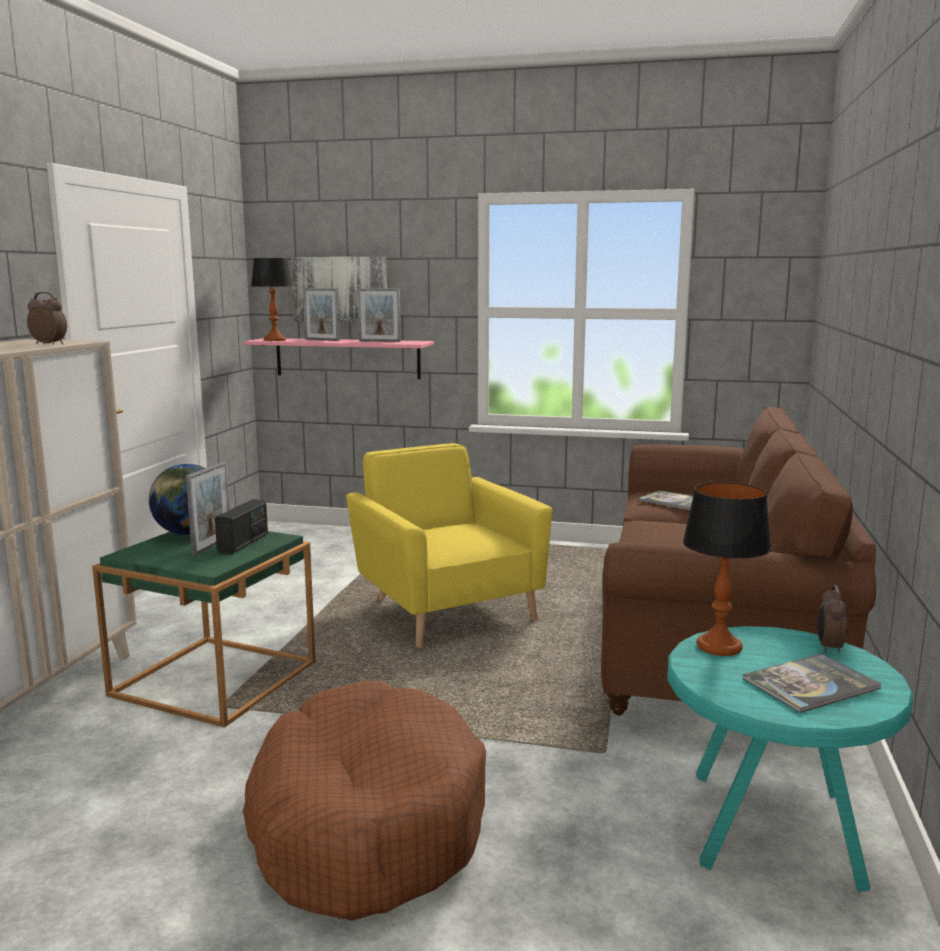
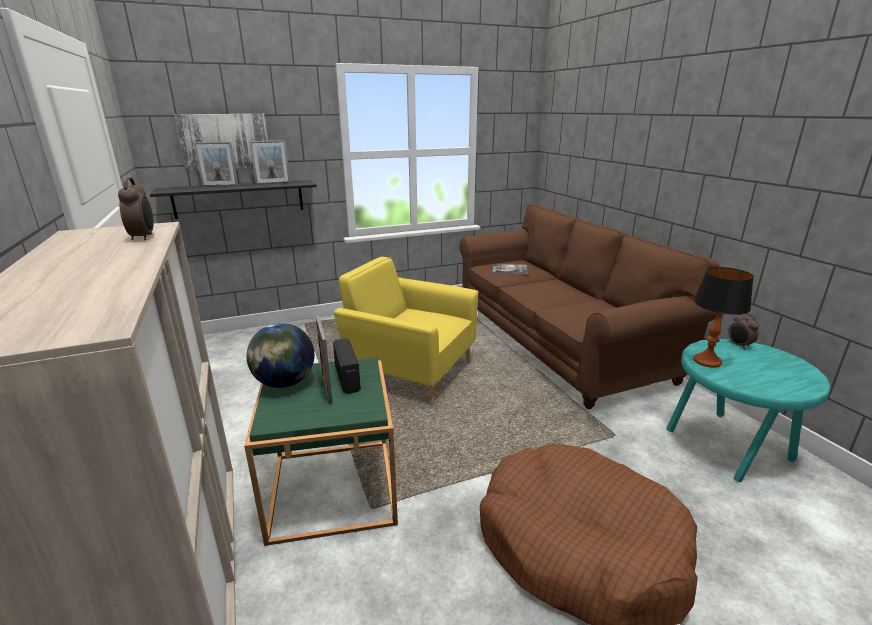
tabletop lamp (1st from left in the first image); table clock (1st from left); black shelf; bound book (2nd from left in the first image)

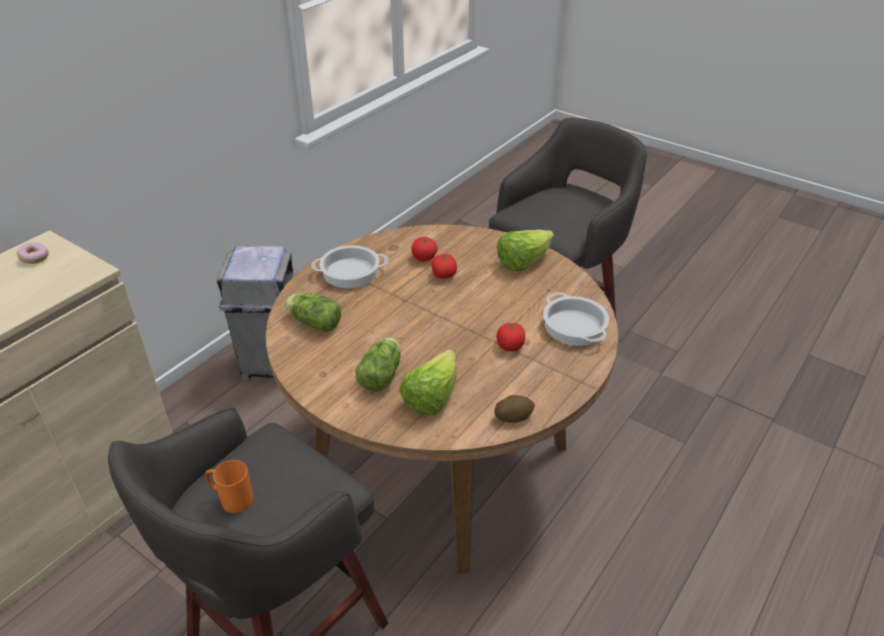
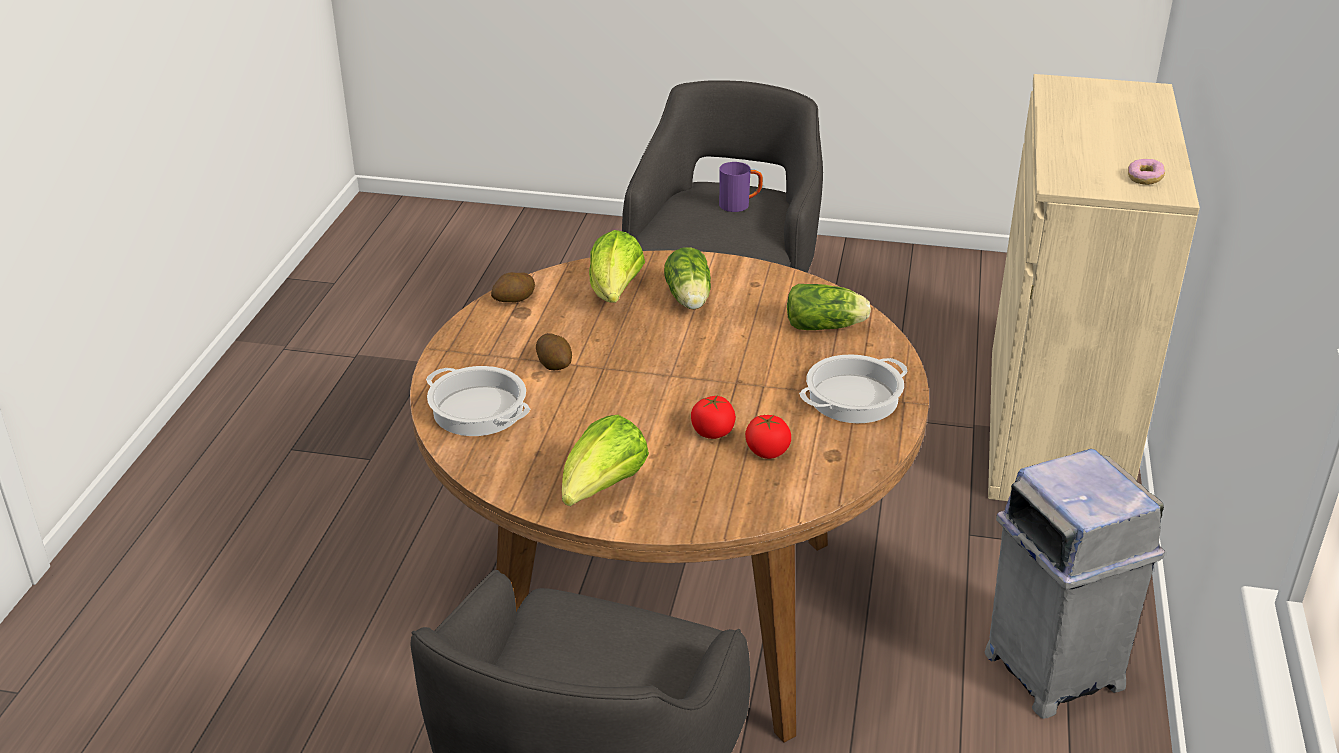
whole potato (2nd from left); purple-coloured mug

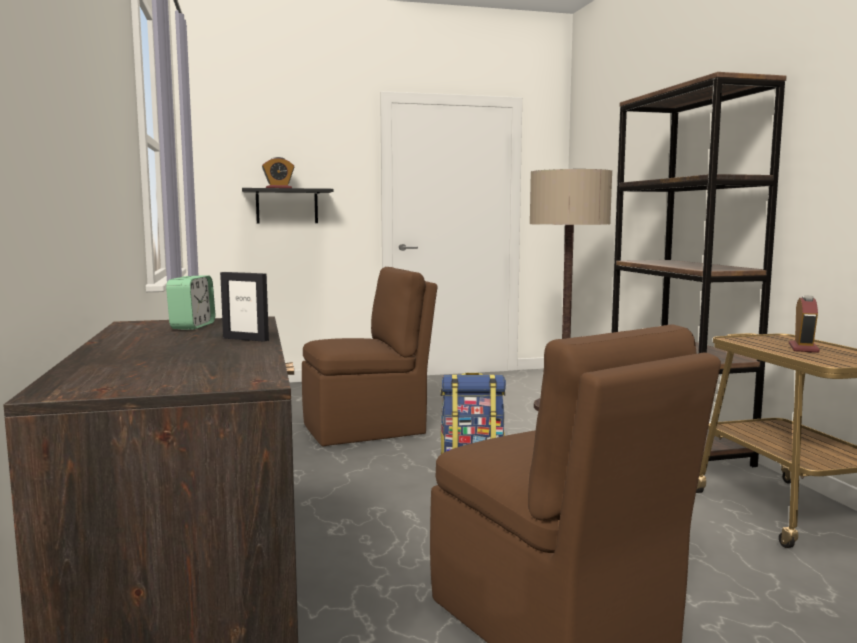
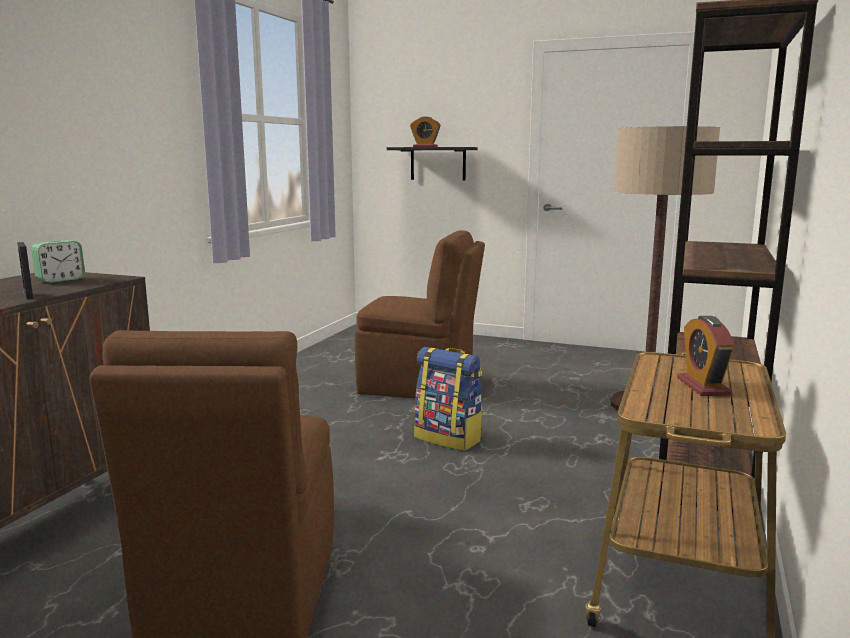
table clock (3rd from left)

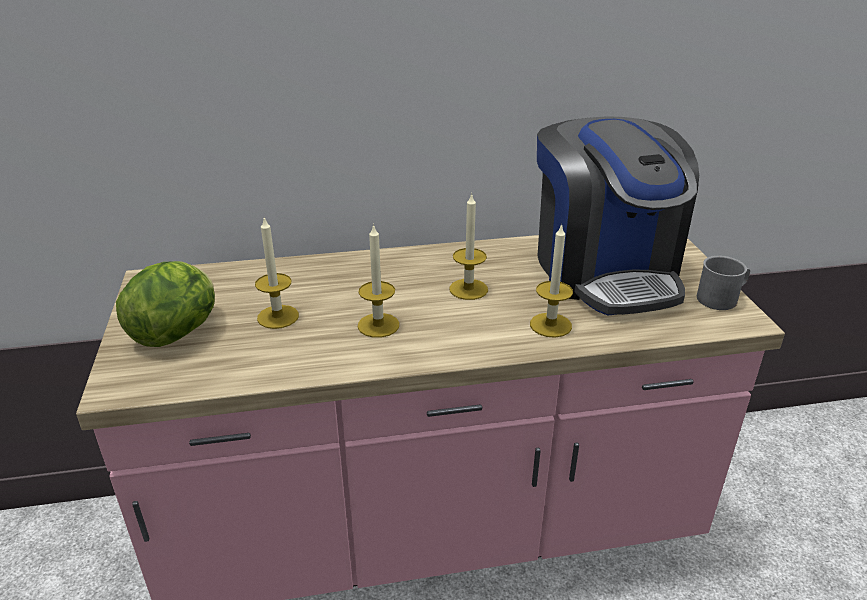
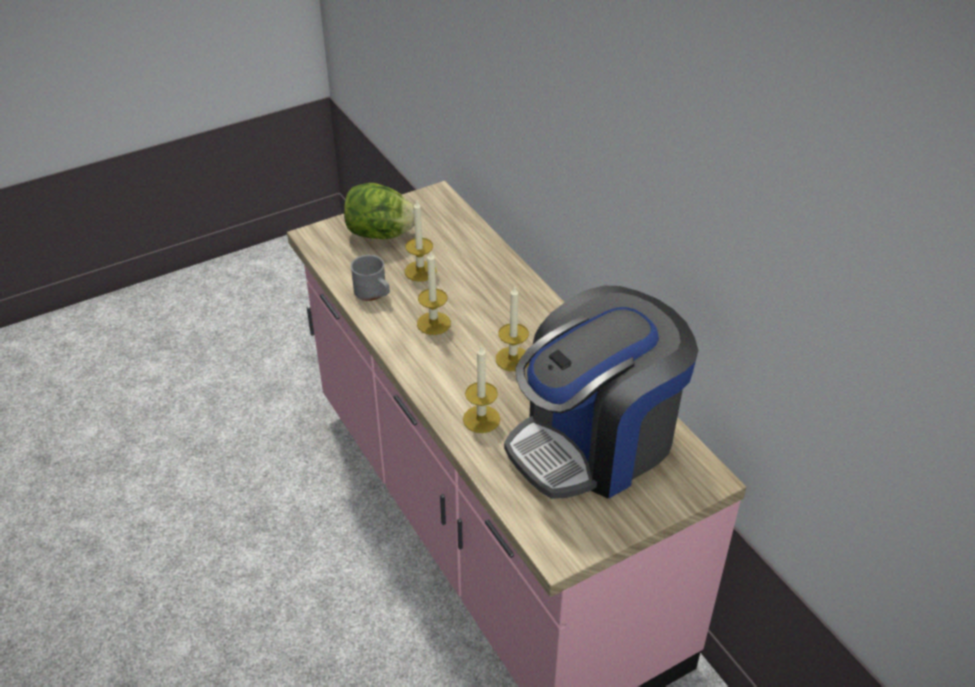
grey mug

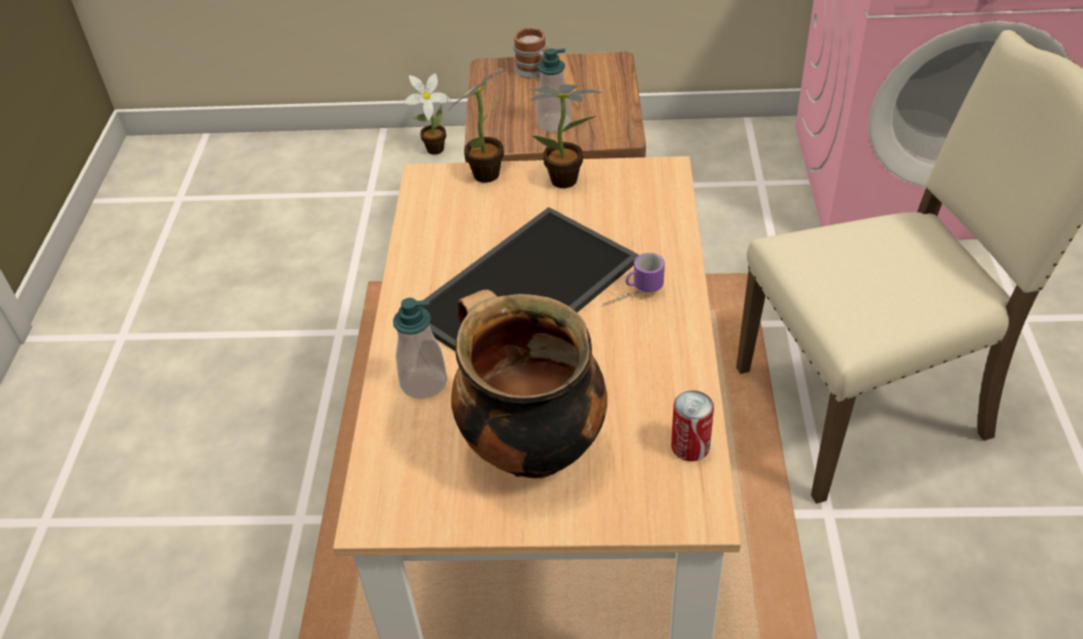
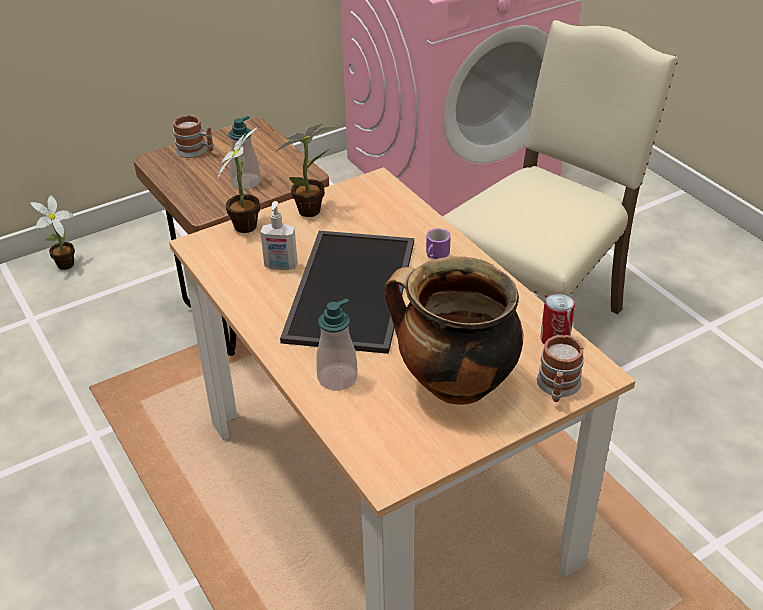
soap dispenser (2nd from left); mug (3rd from left)

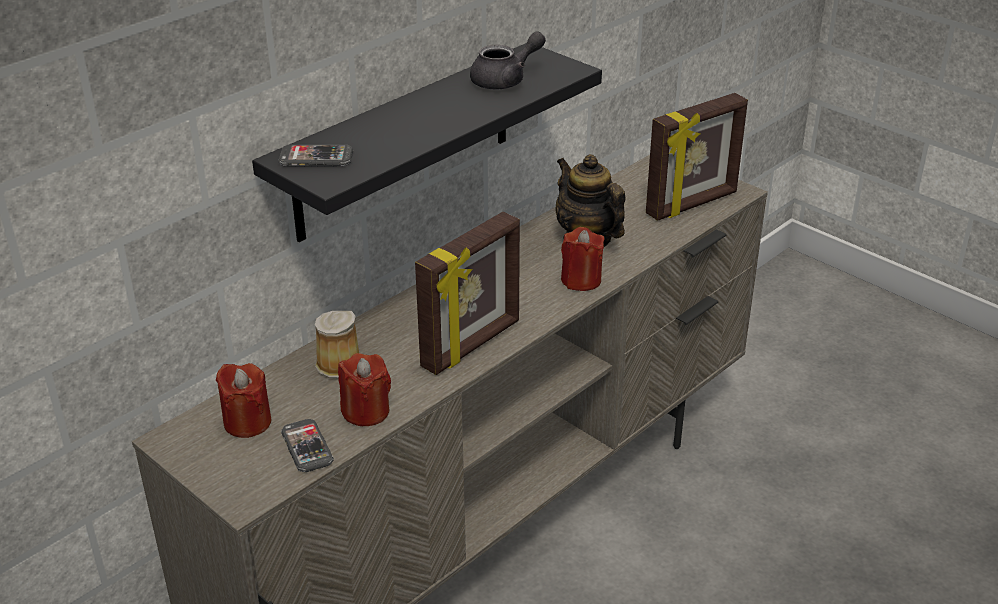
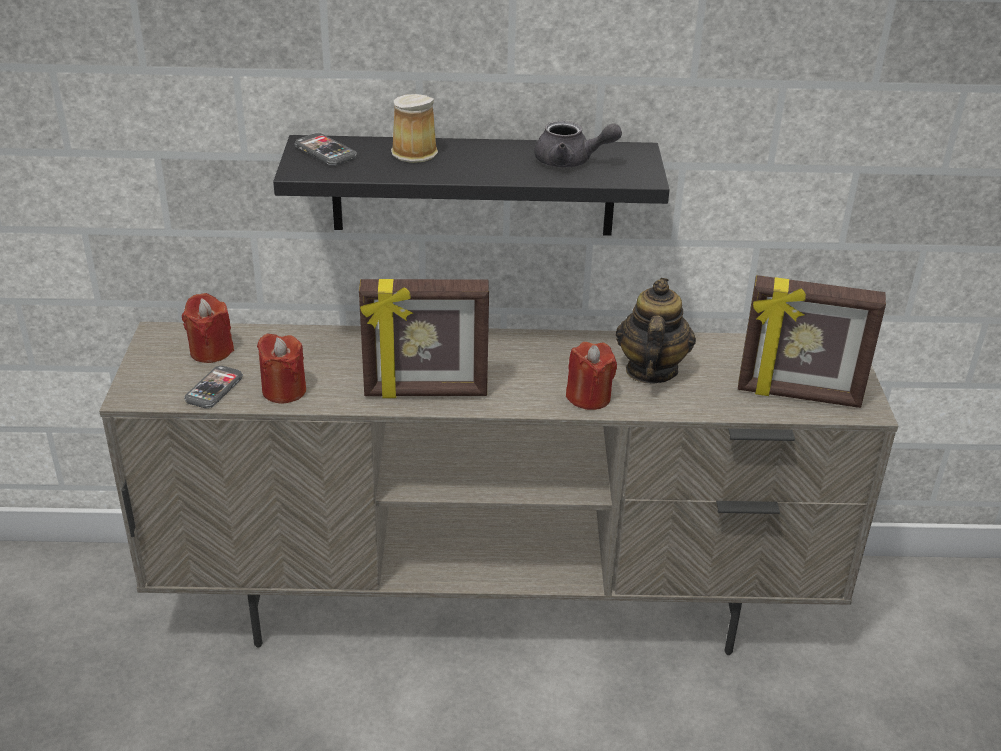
mug

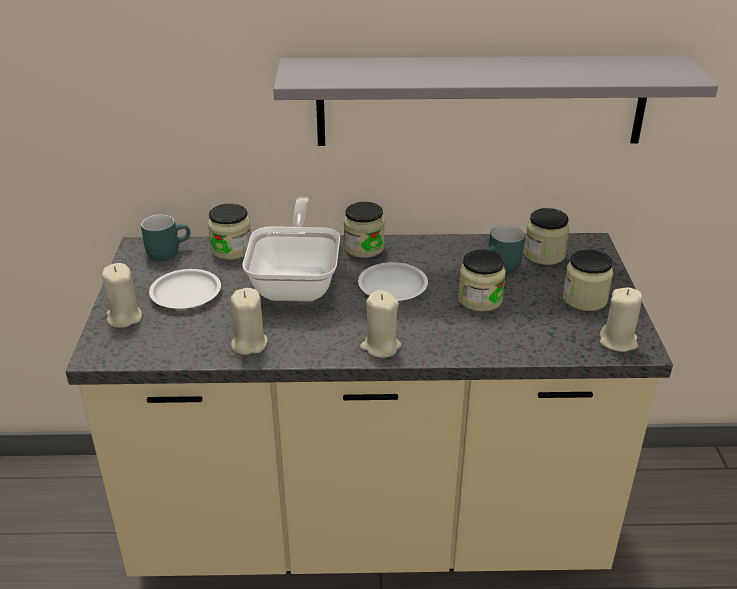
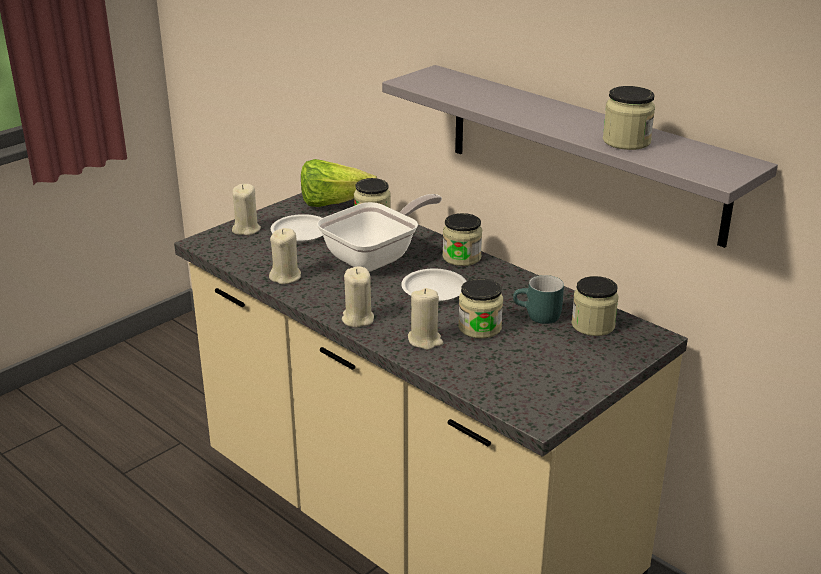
lettuce head; storage jar (5th from left); beige candle (4th from left)

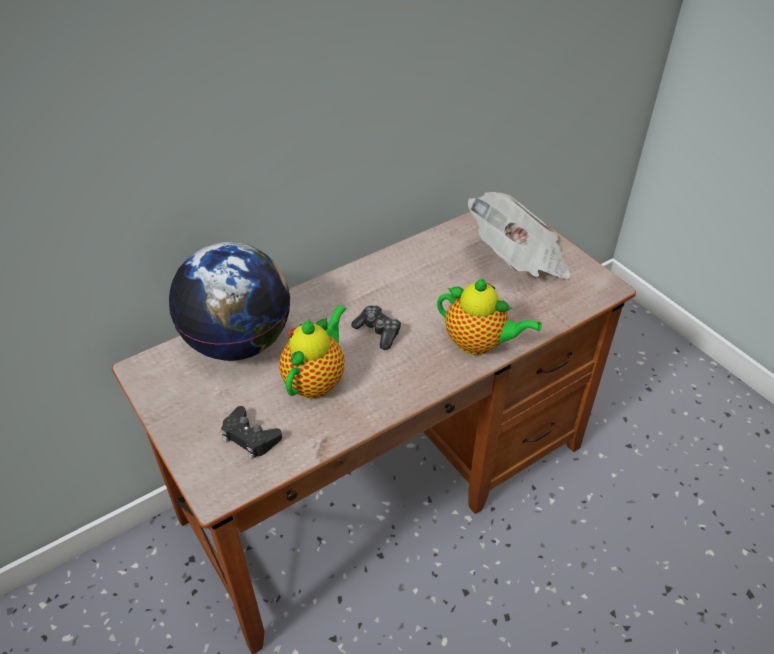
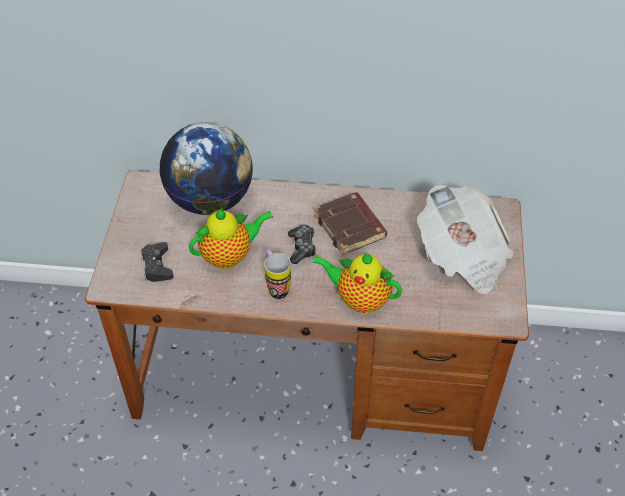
pot for tea (2nd from left); brown bound book; mug

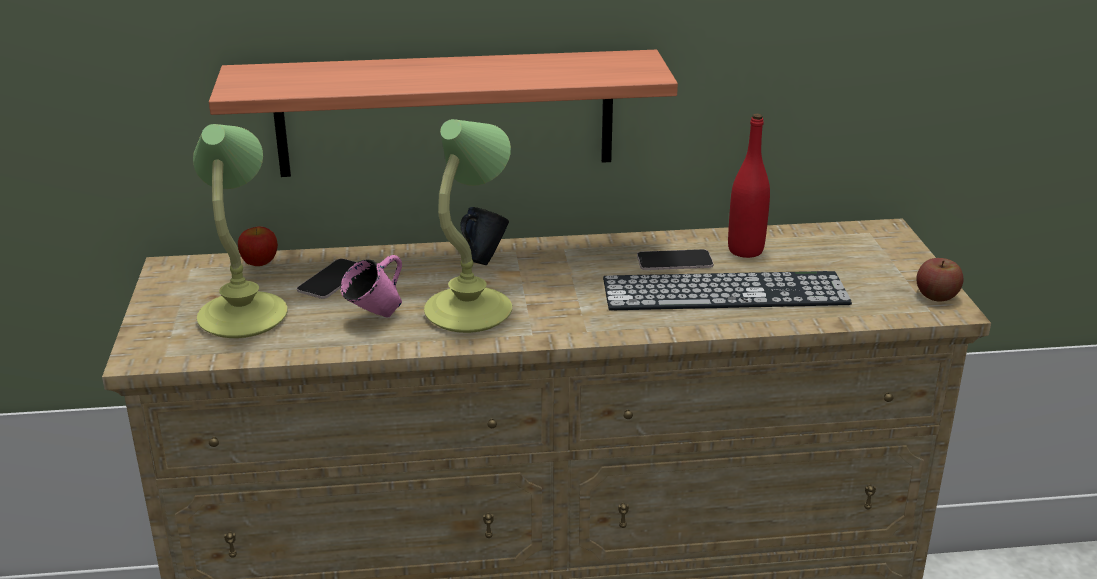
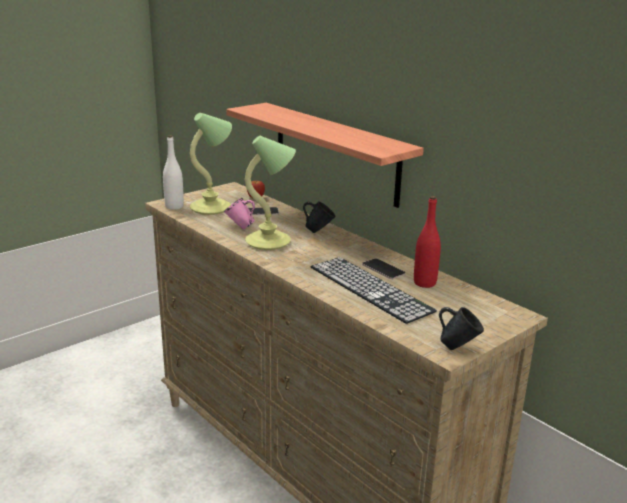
blue-coloured mug (2nd from left); white-coloured beverage bottle

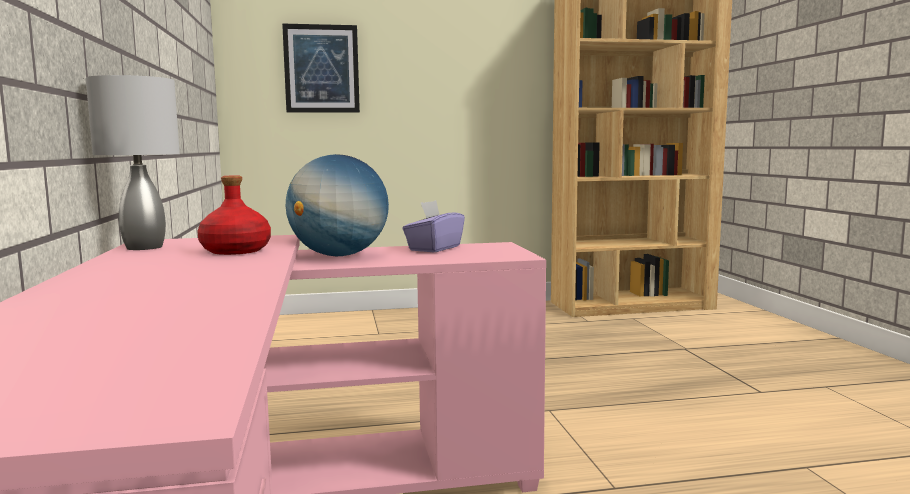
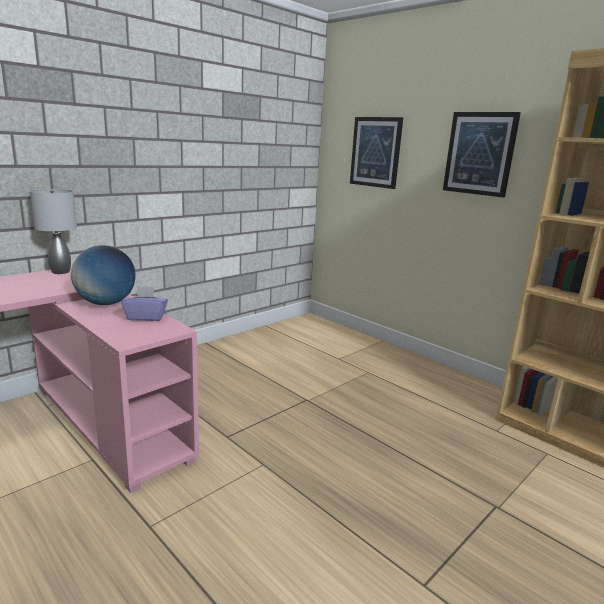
red-coloured beverage bottle; wall art (2nd from left)

